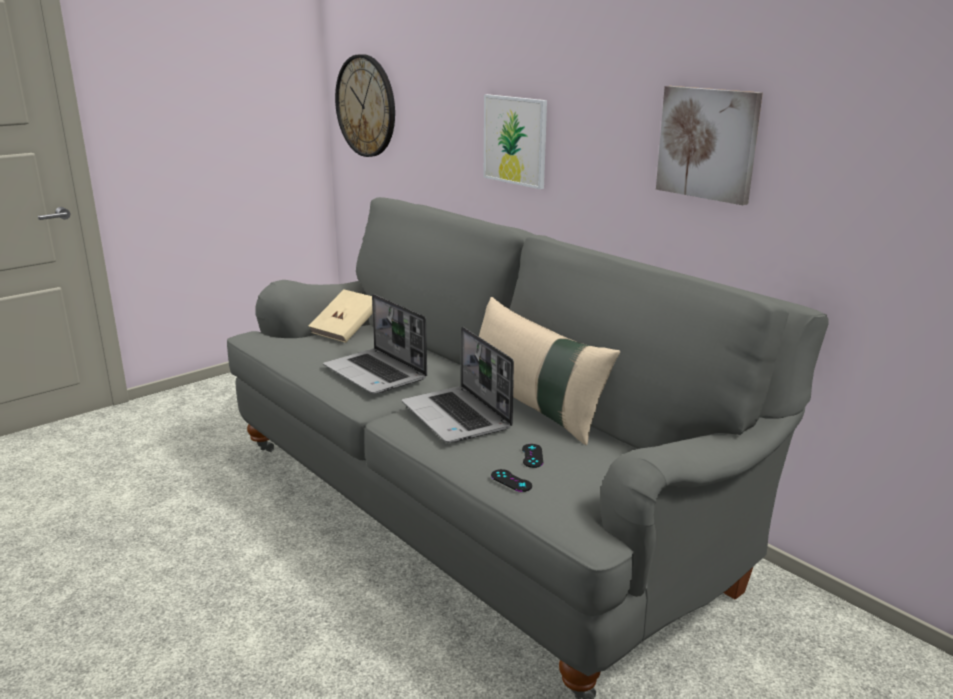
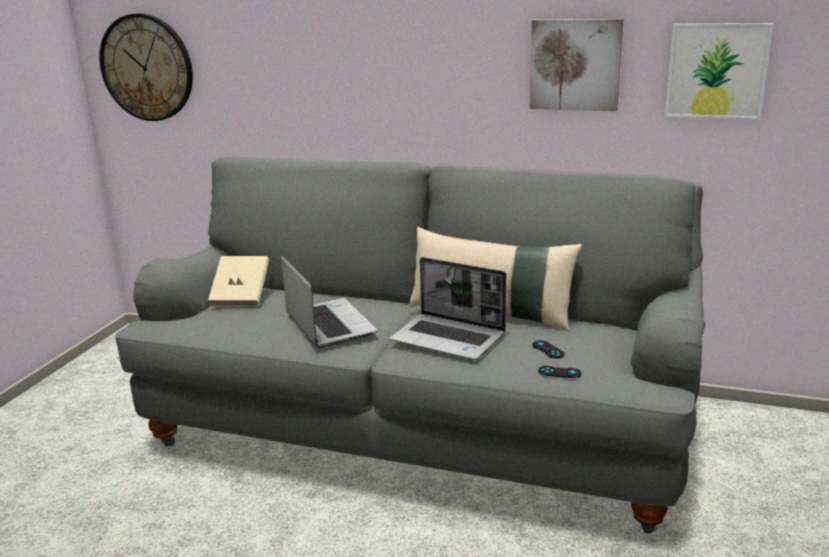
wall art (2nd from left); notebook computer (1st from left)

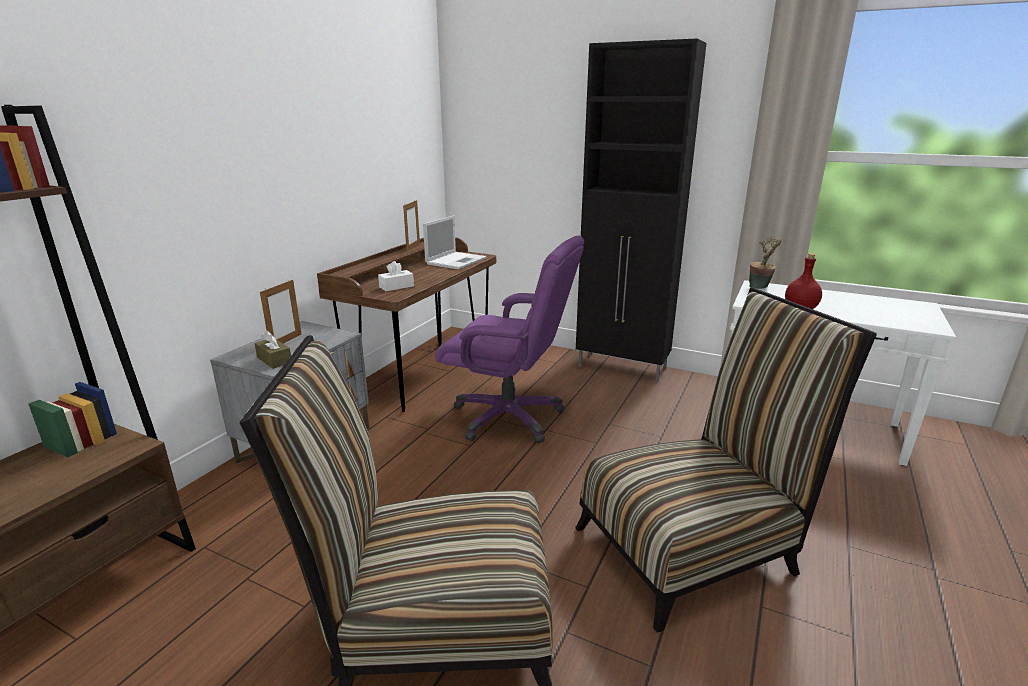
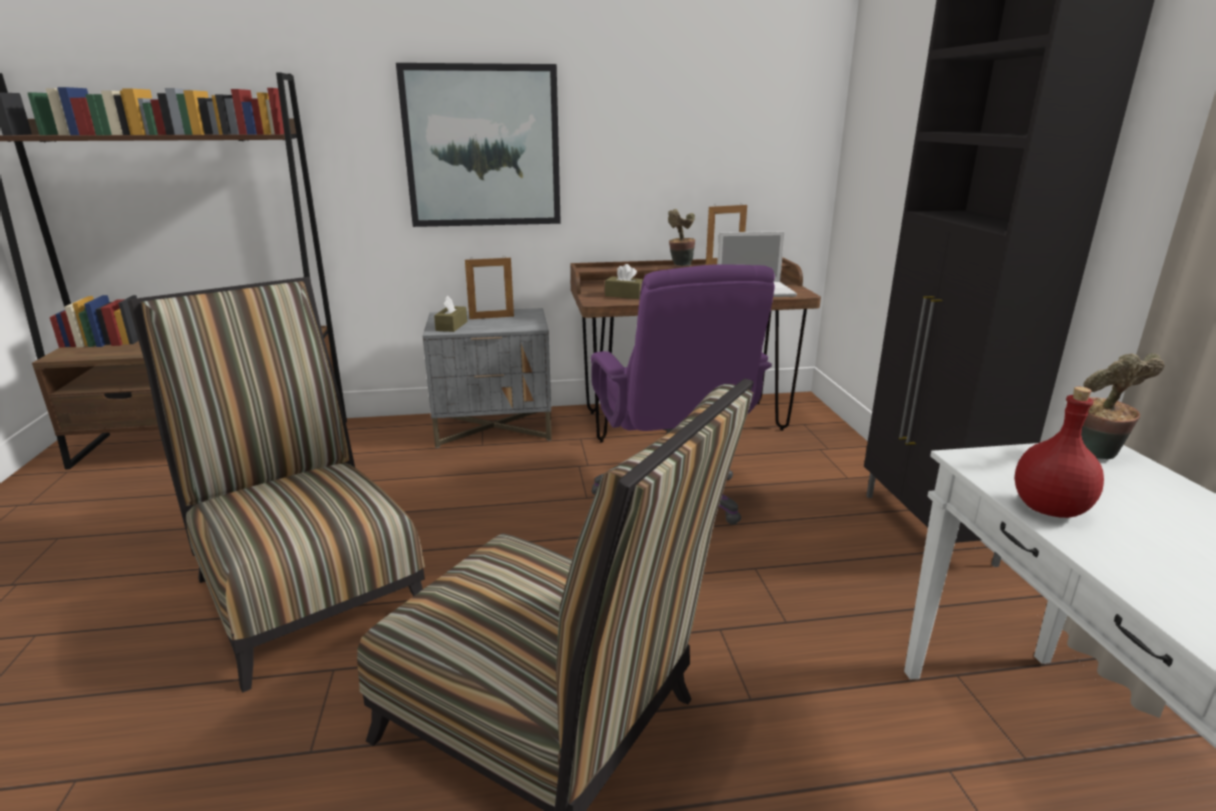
brown tissue holder (2nd from left); wall art; houseplant (1st from left)

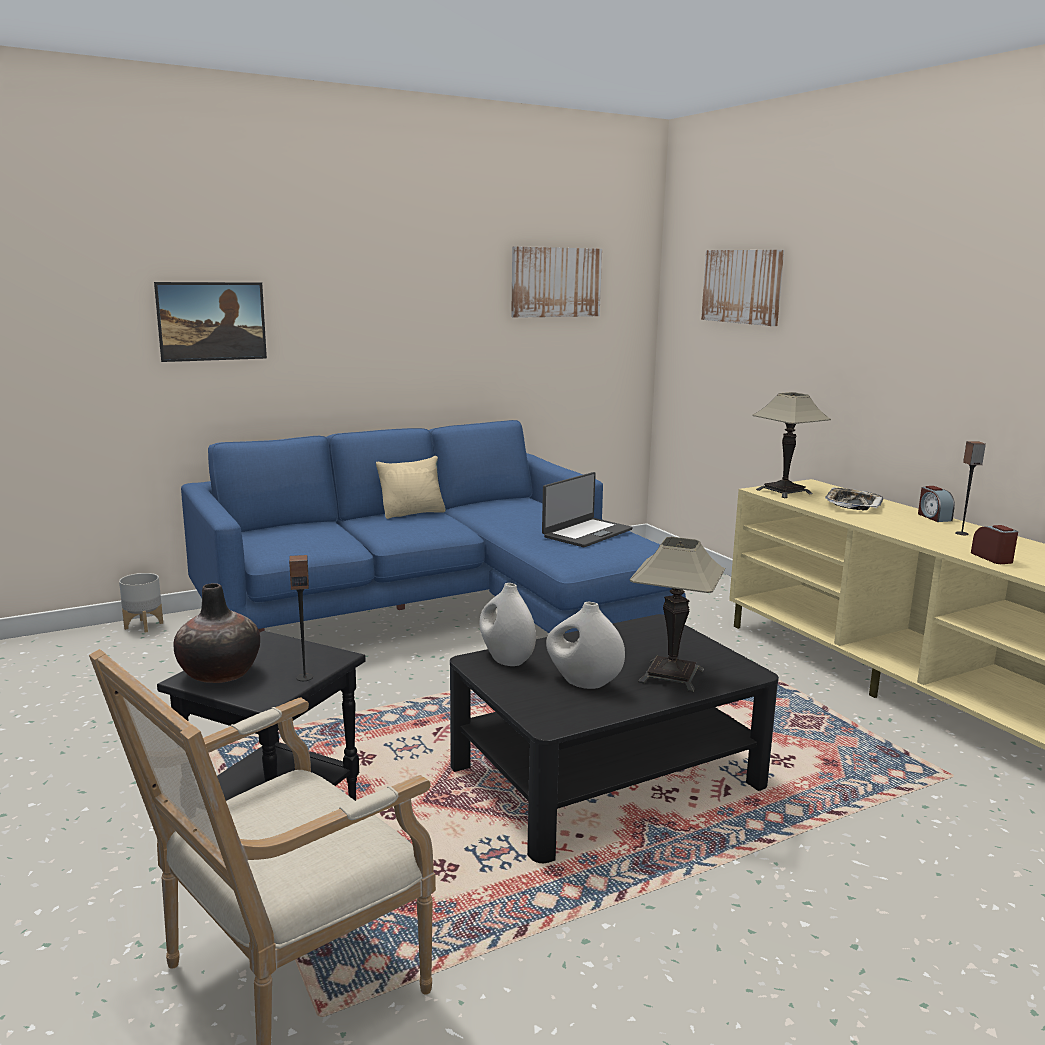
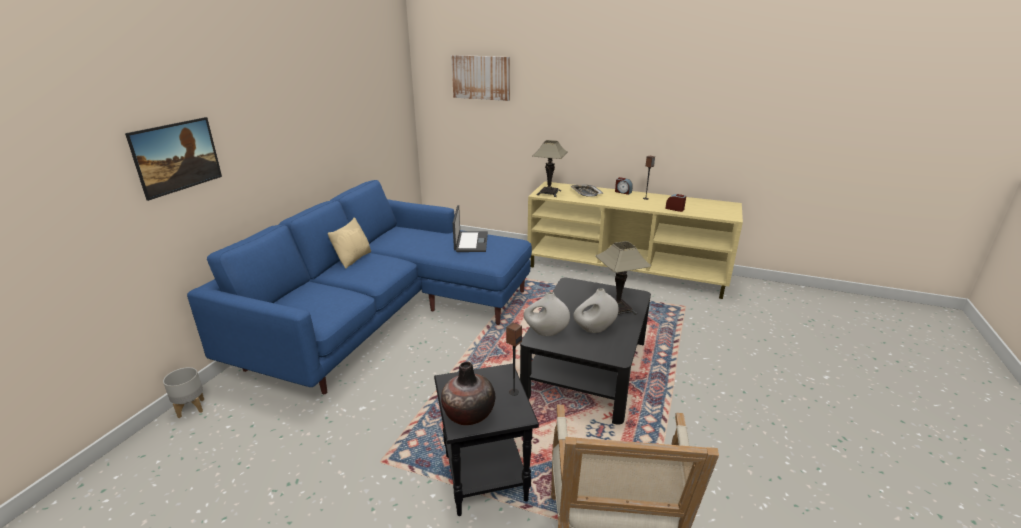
wall art (2nd from left in the first image)

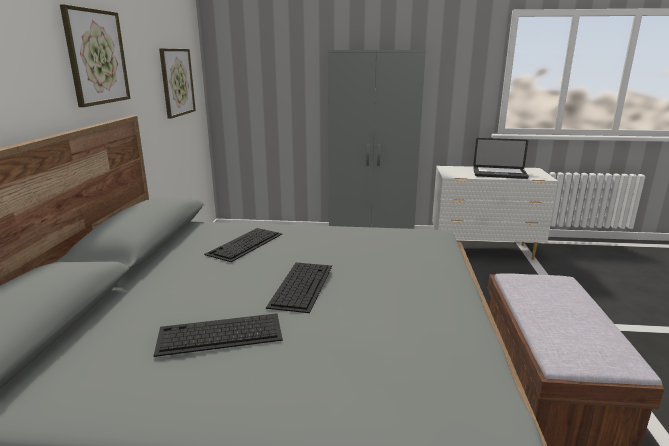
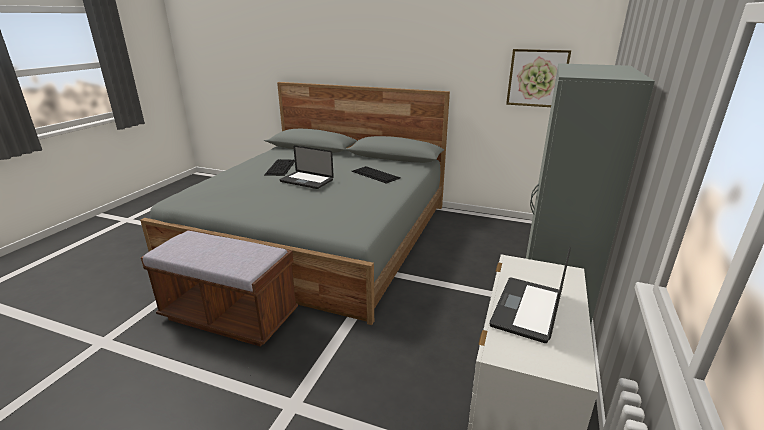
wall art (1st from left in the first image); notebook computer (1st from left)

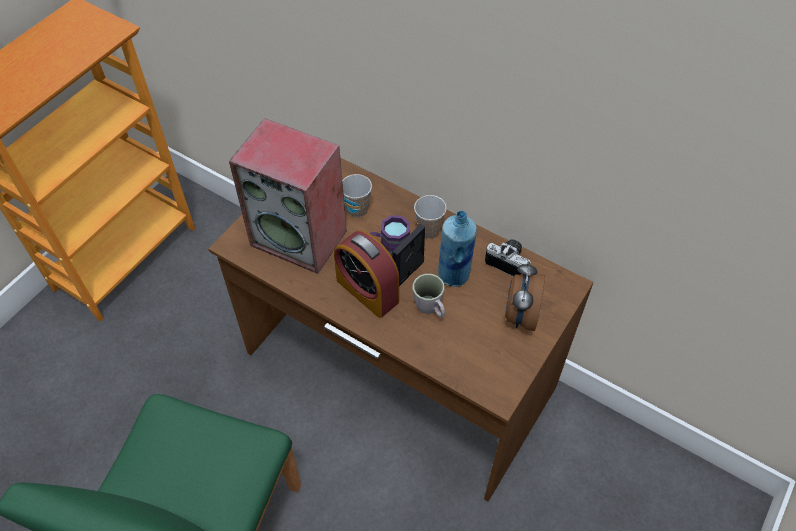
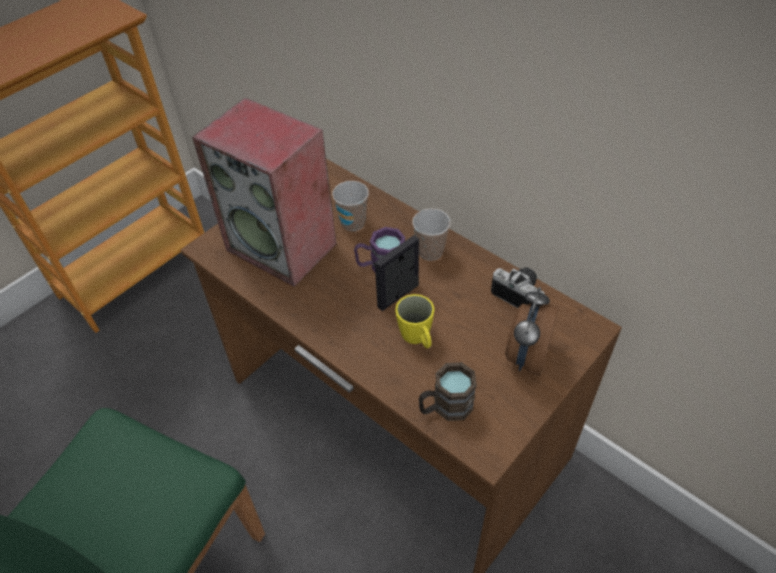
blue-coloured beverage bottle; table clock (1st from left in the first image); yellowish mug; brown mug

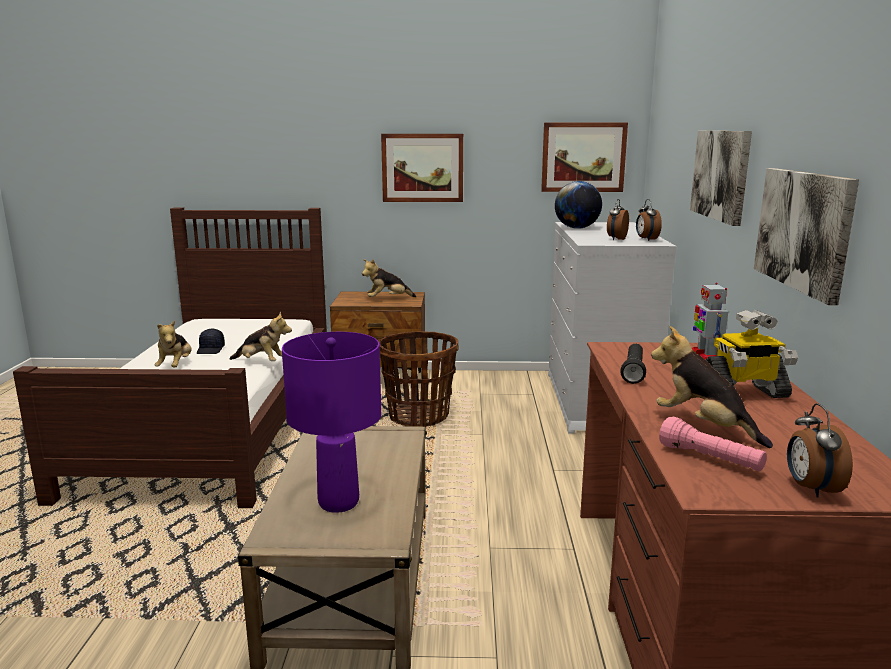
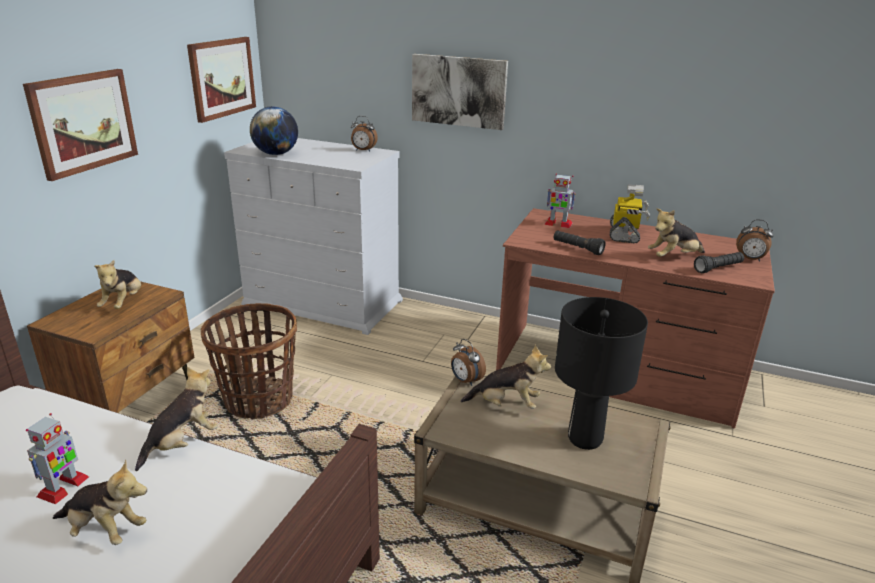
wall art (4th from left in the first image); table clock (2nd from left); toy robot (1st from left); black tabletop lamp; black hand torch (2nd from left); soft toy (4th from left)

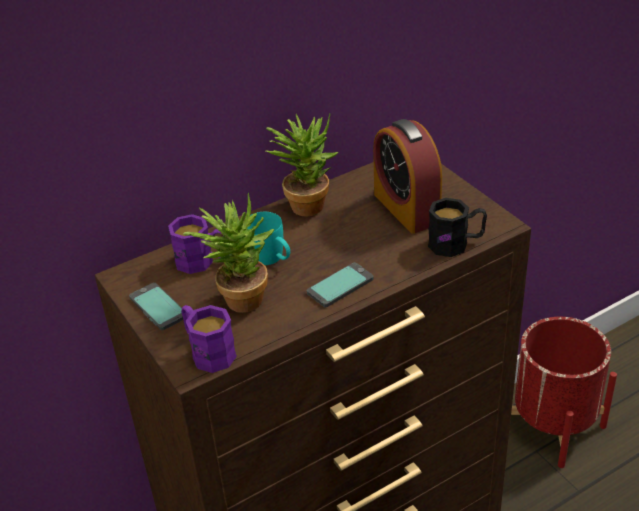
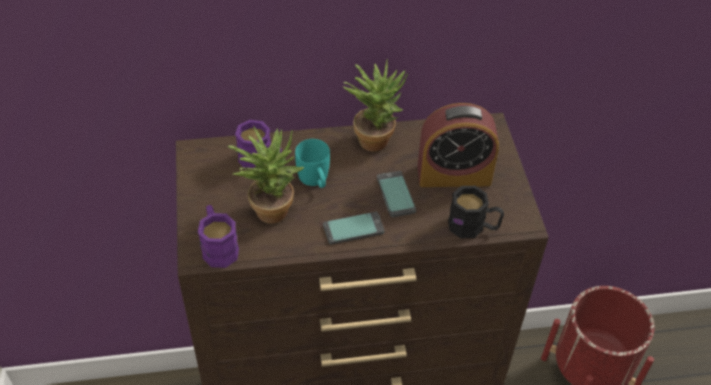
table clock; telephone (2nd from left)

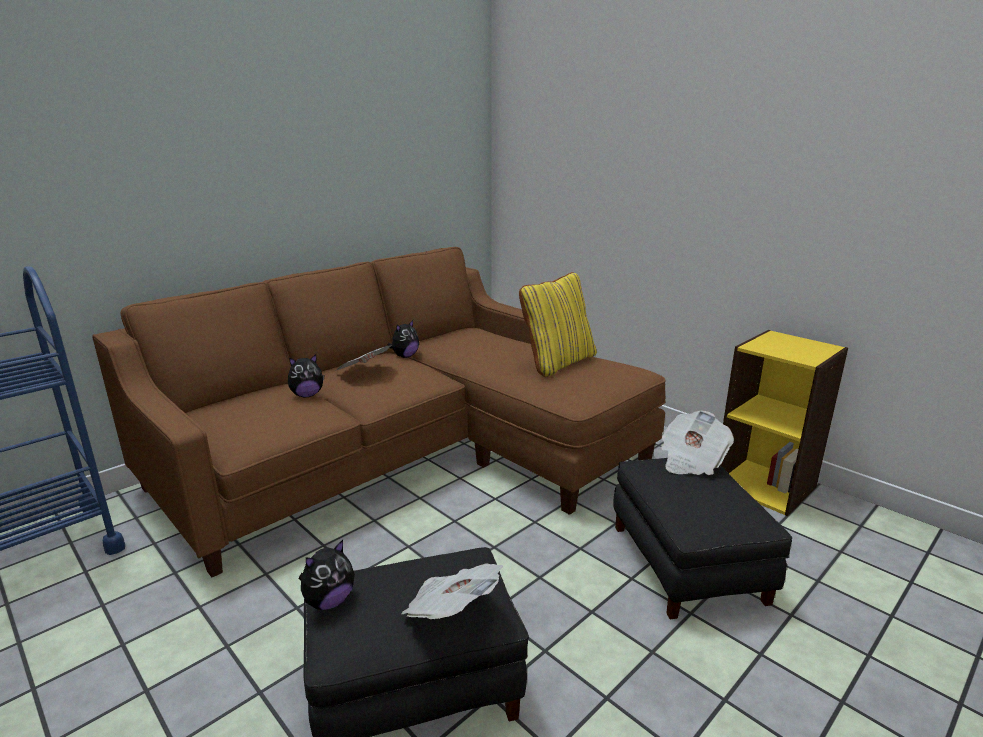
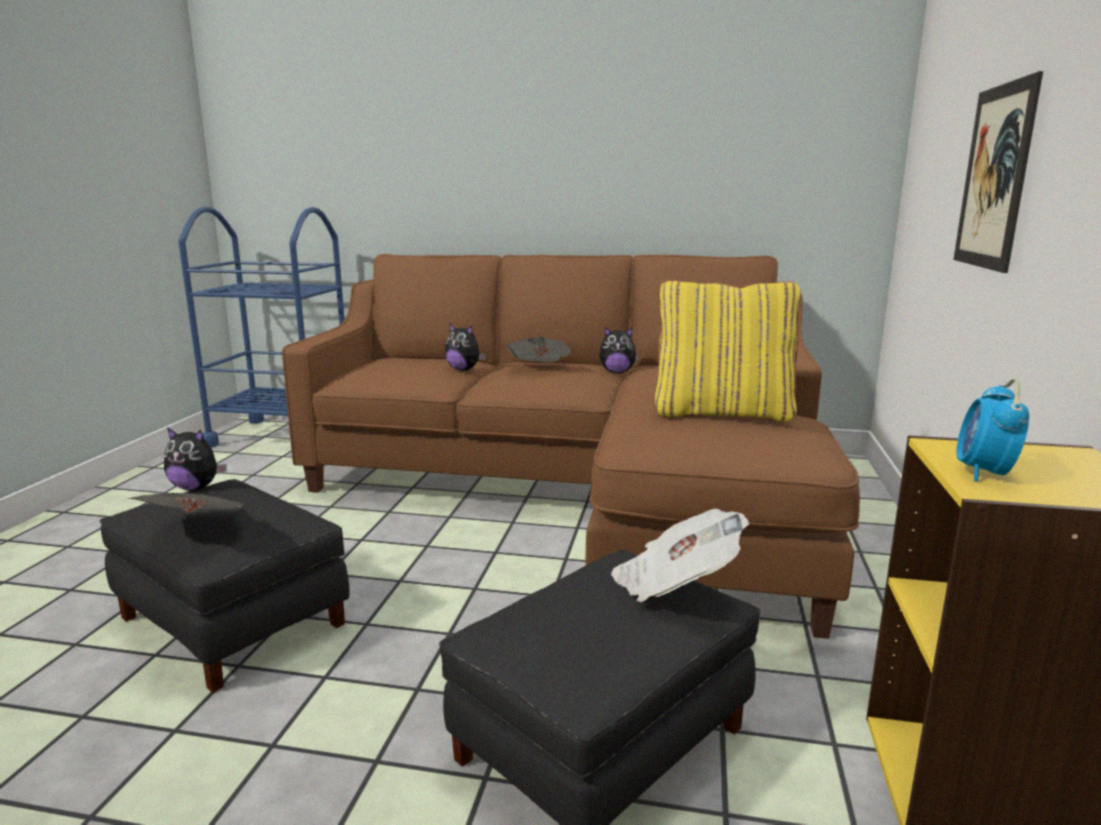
wall art; table clock

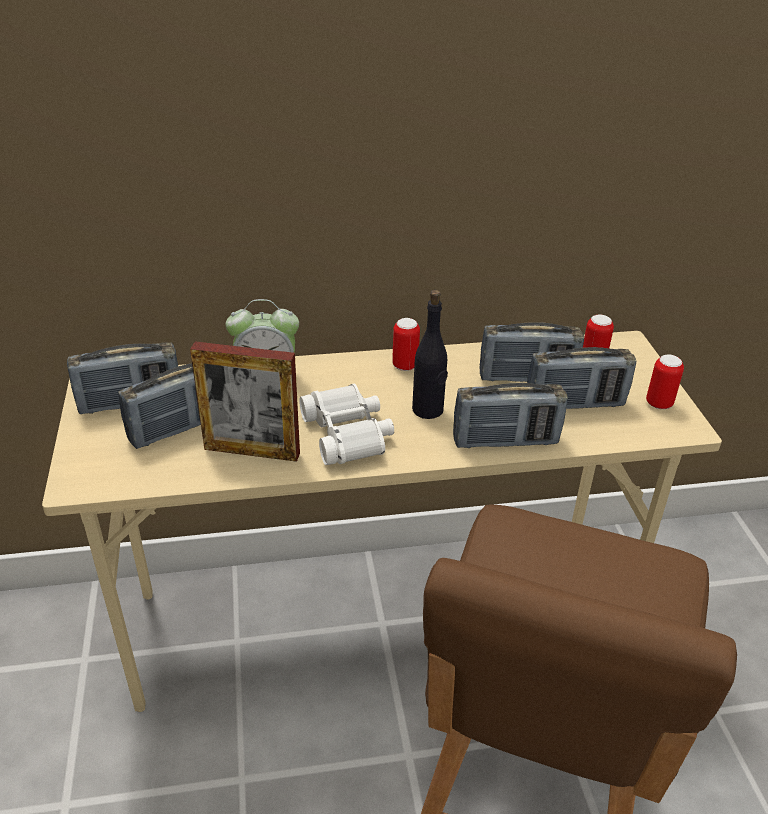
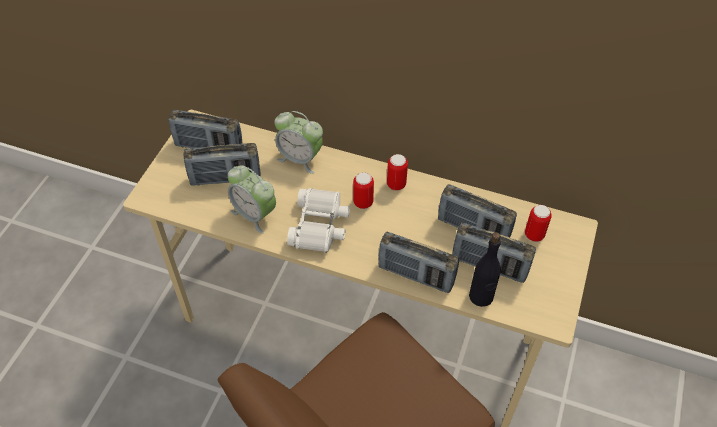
black beverage bottle; table clock (1st from left); can (1st from left)

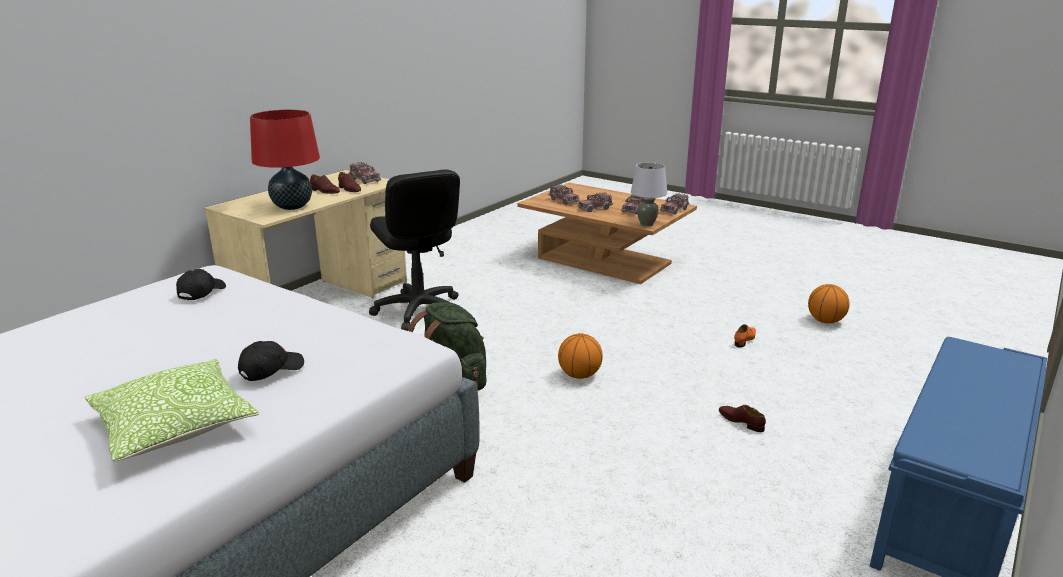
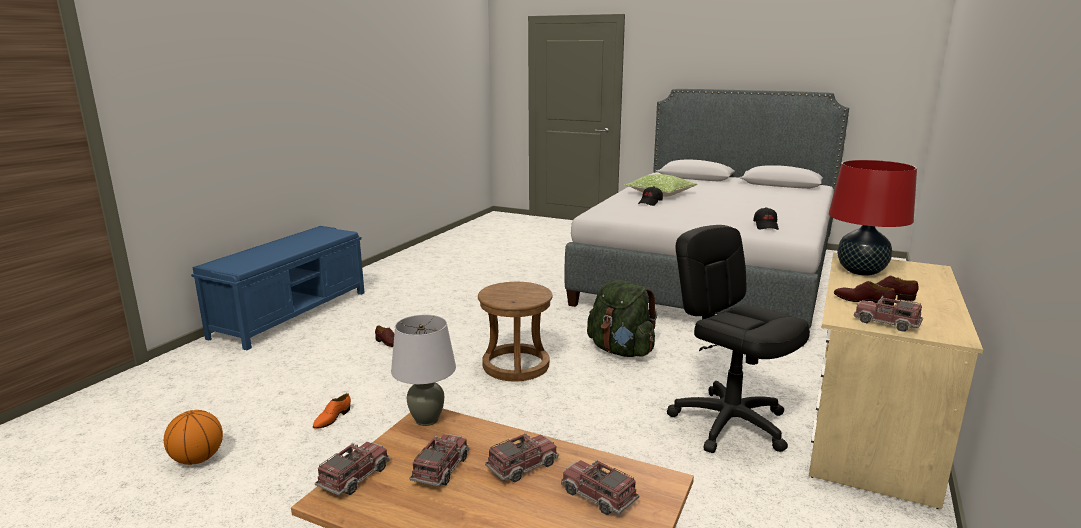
brown stool

